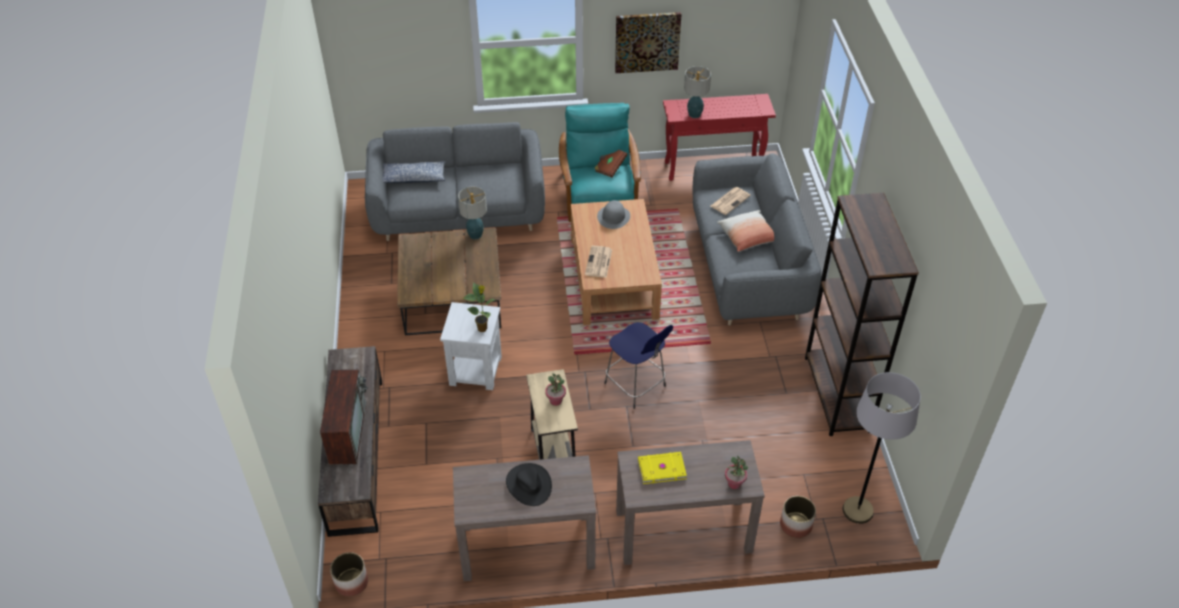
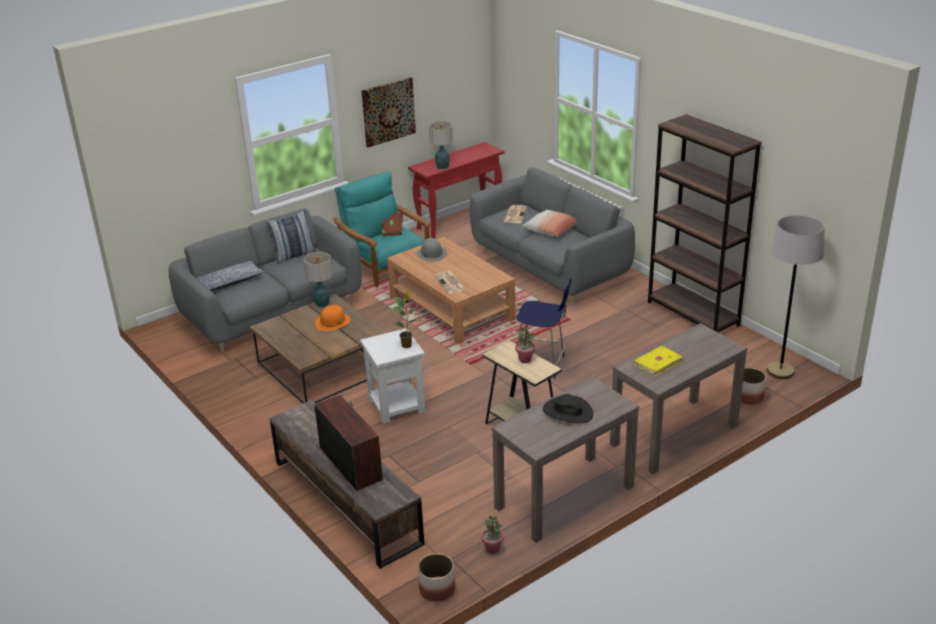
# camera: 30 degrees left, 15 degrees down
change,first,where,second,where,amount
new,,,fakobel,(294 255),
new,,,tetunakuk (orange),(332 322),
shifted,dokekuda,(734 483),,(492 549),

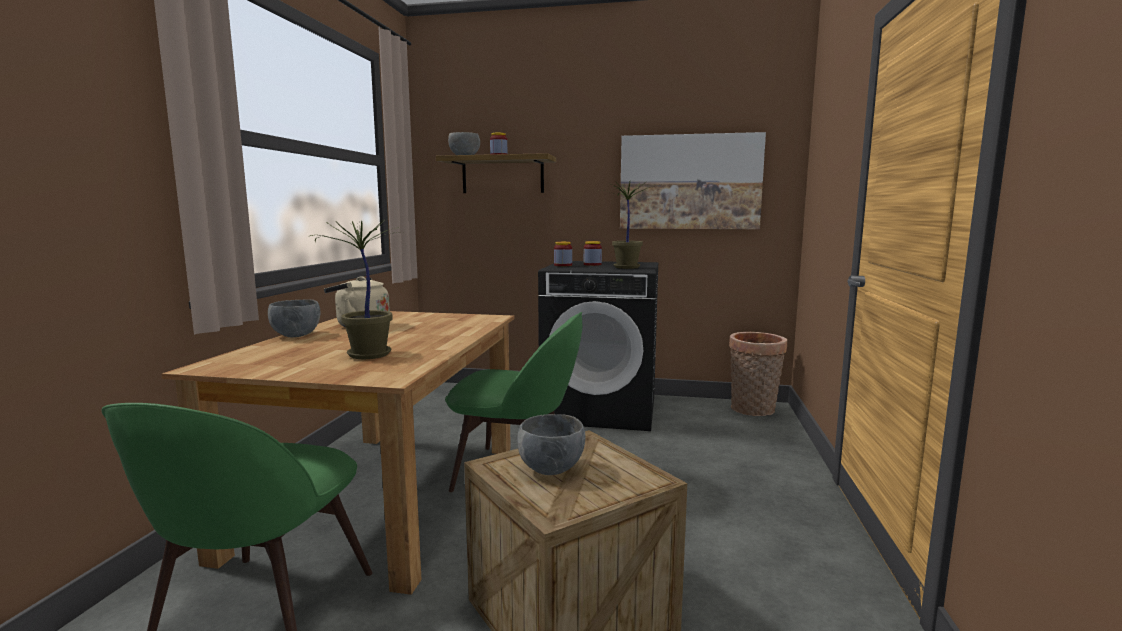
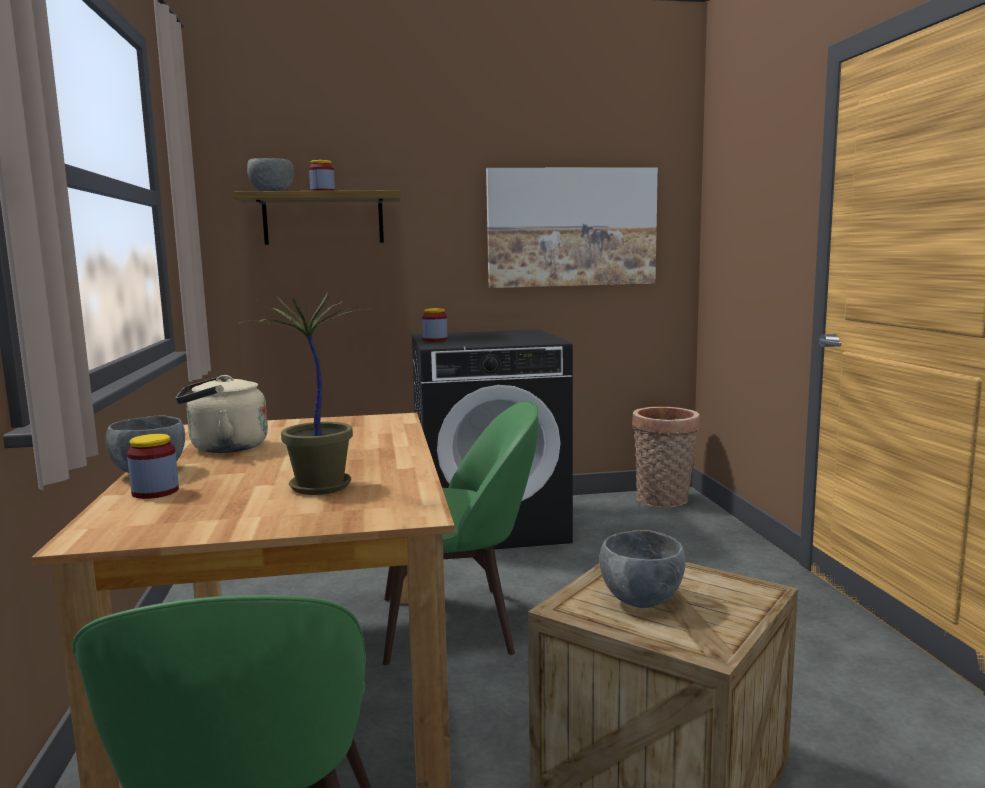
# camera: 20 degrees left, 0 degrees up
change,first,where,second,where,amount
shifted,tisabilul,(592 264),,(155 492),
gone,dokekuda,(625 267),,,

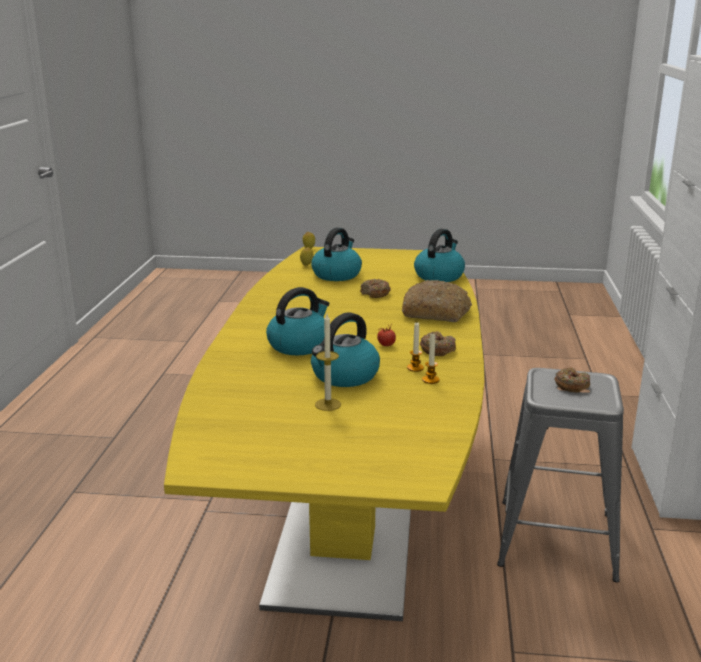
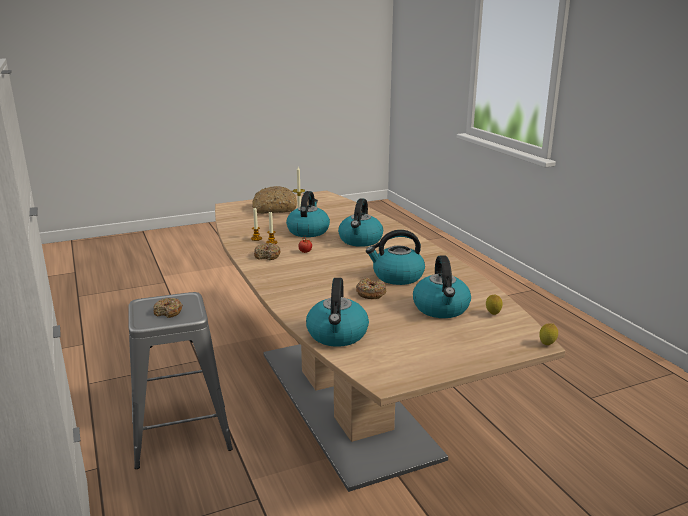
# camera: 150 degrees right, 0 degrees up
change,first,where,second,where,amount
repainted,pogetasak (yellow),(350 511),pogetasak (brown),(344 402),
shifted,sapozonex,(436 313),,(274 209),
new,,,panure,(397 277),

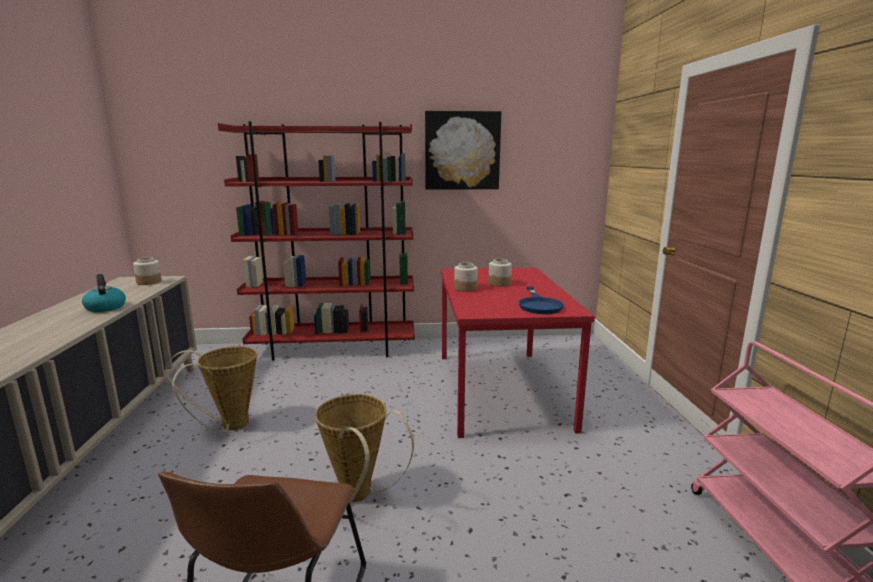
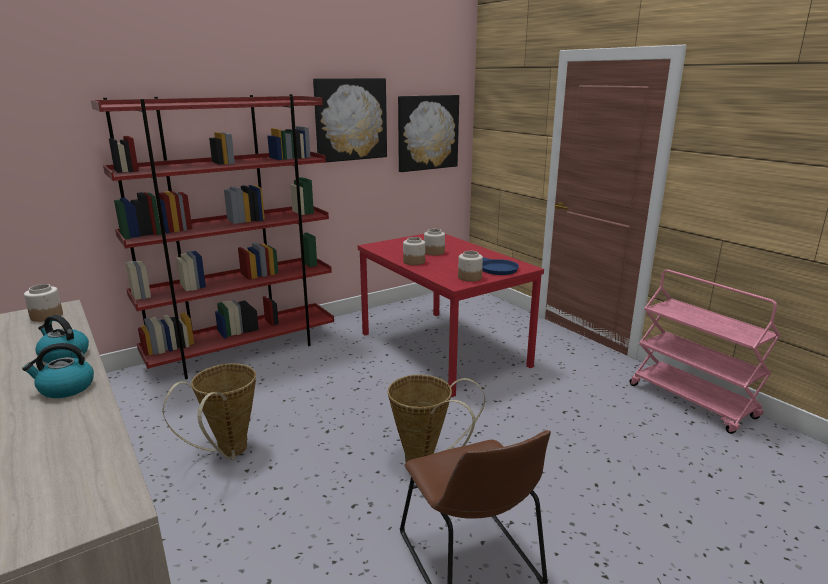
# camera: 30 degrees left, 5 degrees up
change,first,where,second,where,amount
new,,,panure,(65 388),
new,,,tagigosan,(427 132),
new,,,tisabilul,(470 277),

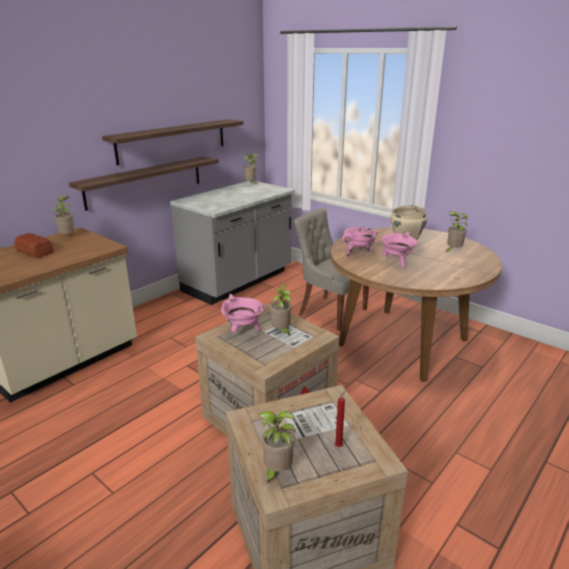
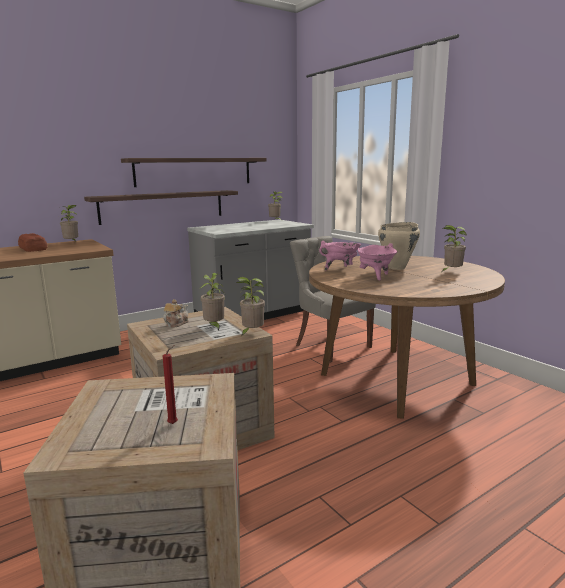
# camera: 15 degrees right, 10 degrees down
change,first,where,second,where,amount
swapped,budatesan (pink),(243 331),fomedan,(176 323),
shifted,dokekuda,(276 471),,(251 333),

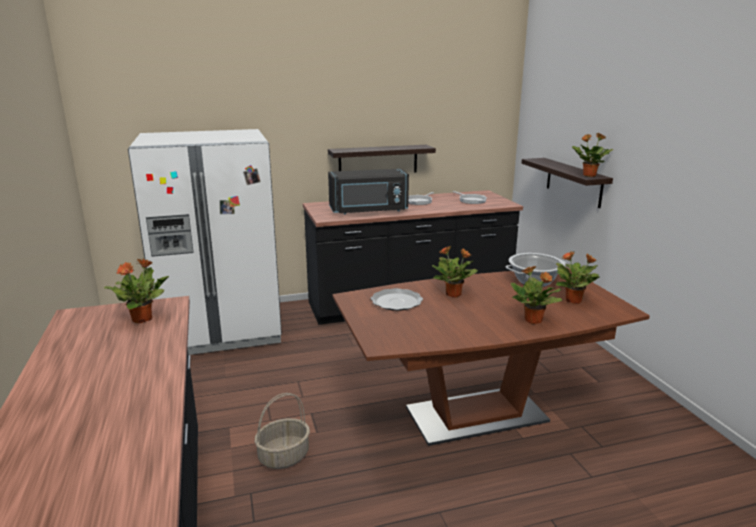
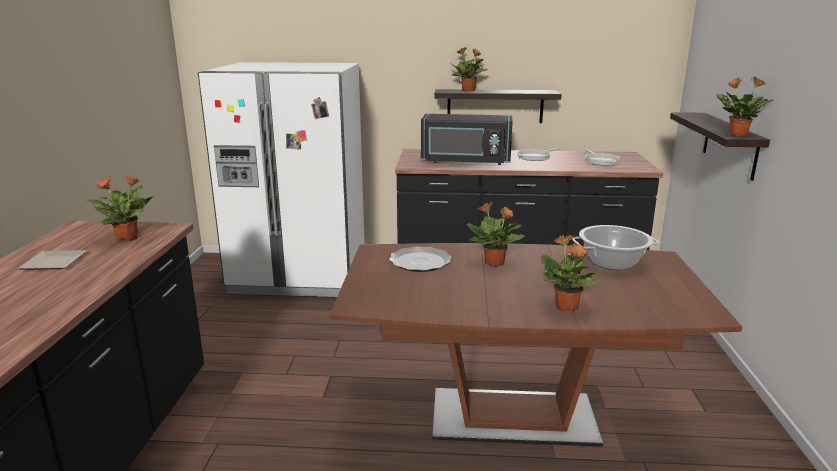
# camera: 20 degrees right, 0 degrees up
change,first,where,second,where,amount
new,,,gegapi,(51 263),
shifted,dokekuda,(574 301),,(468 91),
gone,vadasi,(284 456),,,

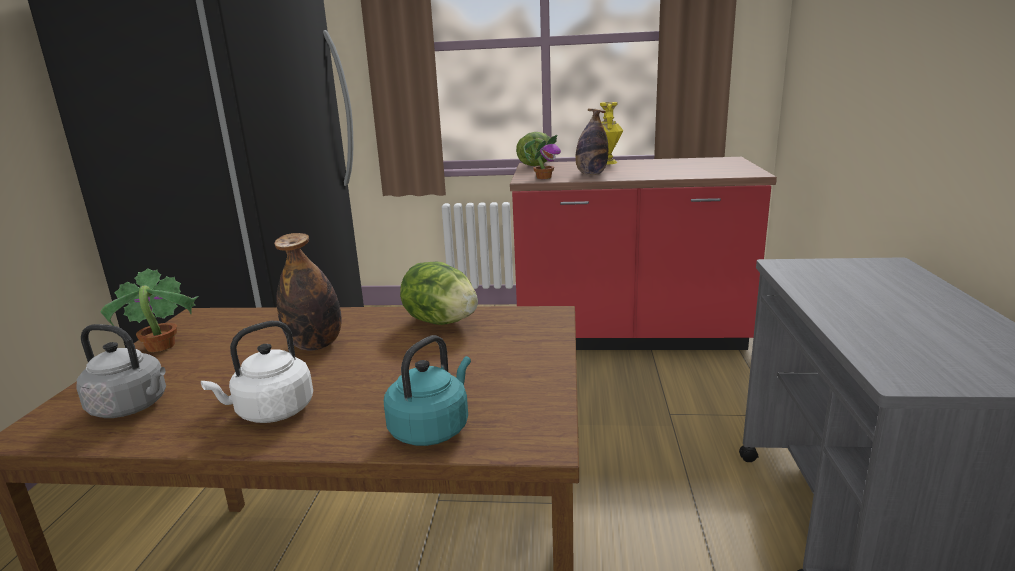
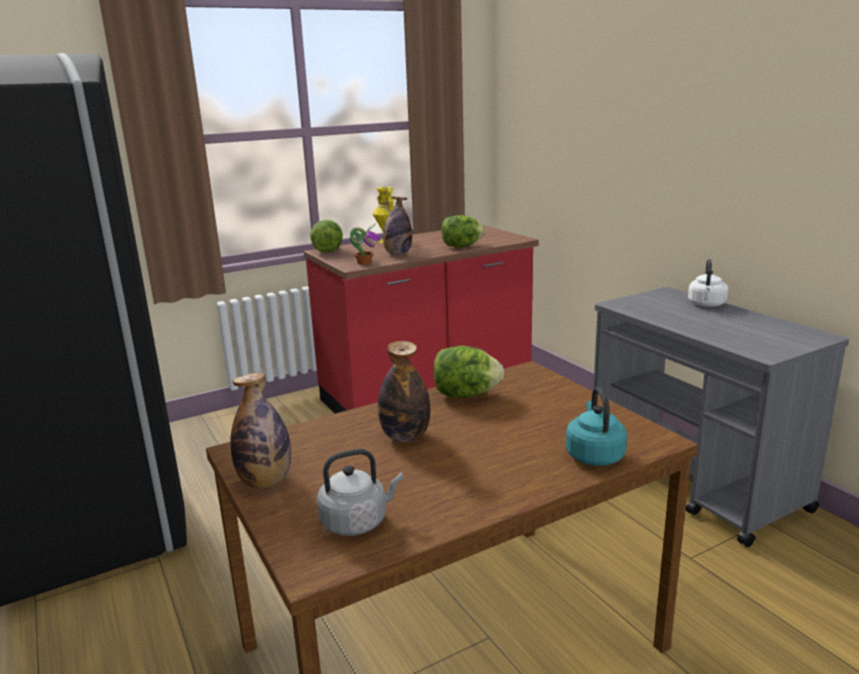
# camera: 35 degrees left, 0 degrees up
change,first,where,second,where,amount
swapped,dokekuda,(159 347),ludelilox,(265 481),
new,,,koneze,(461 246),
shifted,panure (white),(271 412),,(706 305),

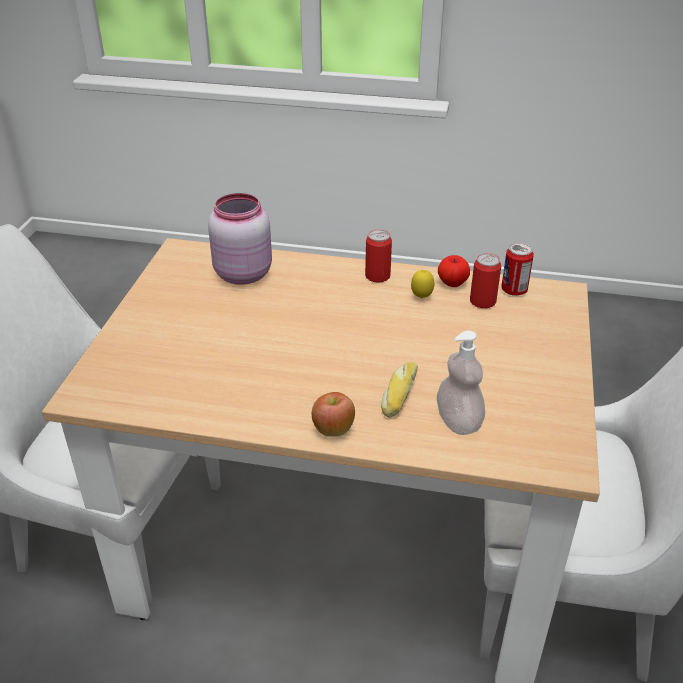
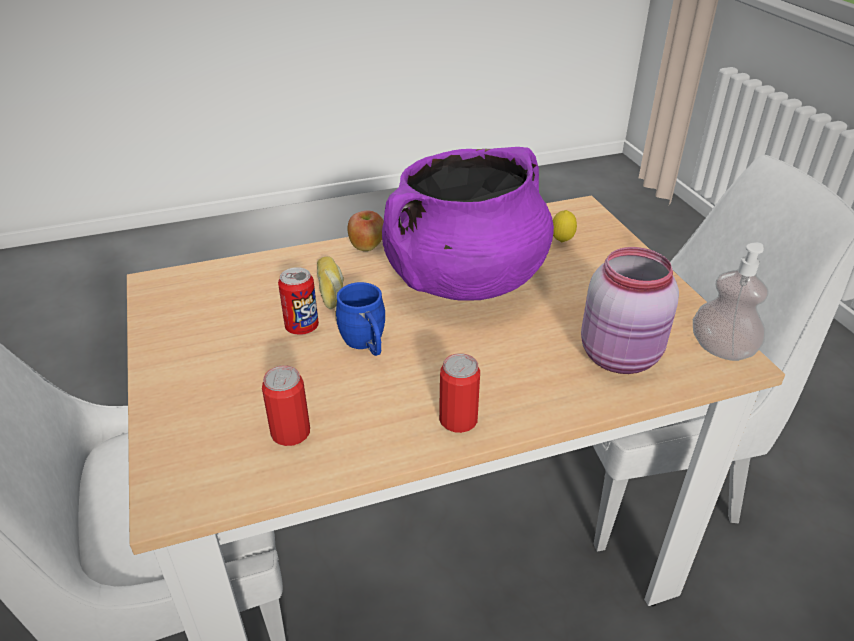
# camera: 150 degrees right, 0 degrees up
change,first,where,second,where,amount
shifted,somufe,(514 290),,(302 327),
new,,,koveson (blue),(366 344),
new,,,budatesan (purple),(464 280),
shifted,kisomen,(421 297),,(561 242),
shifted,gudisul,(458 422),,(721 349),
gone,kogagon,(452 283),,,

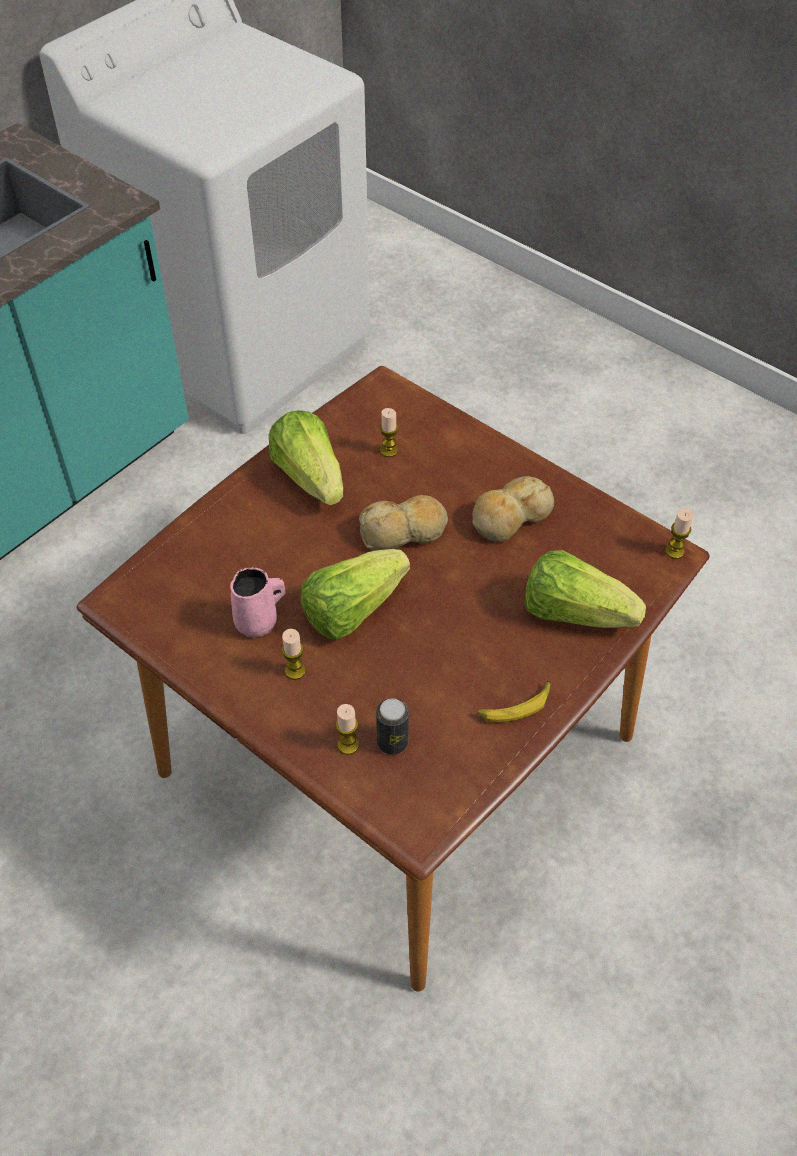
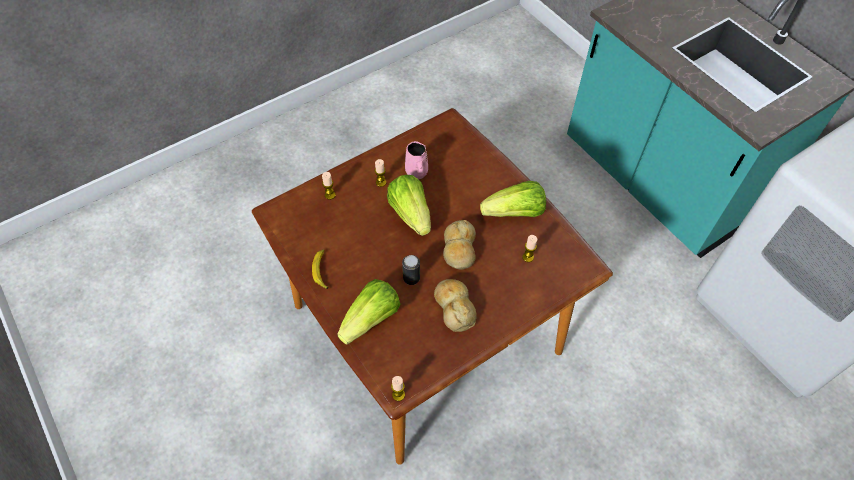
# camera: 105 degrees right, 5 degrees up
change,first,where,second,where,amount
shifted,somufe,(392 742),,(411 278),

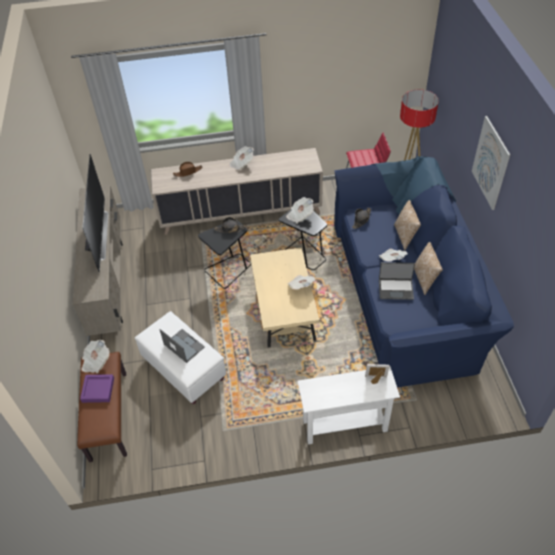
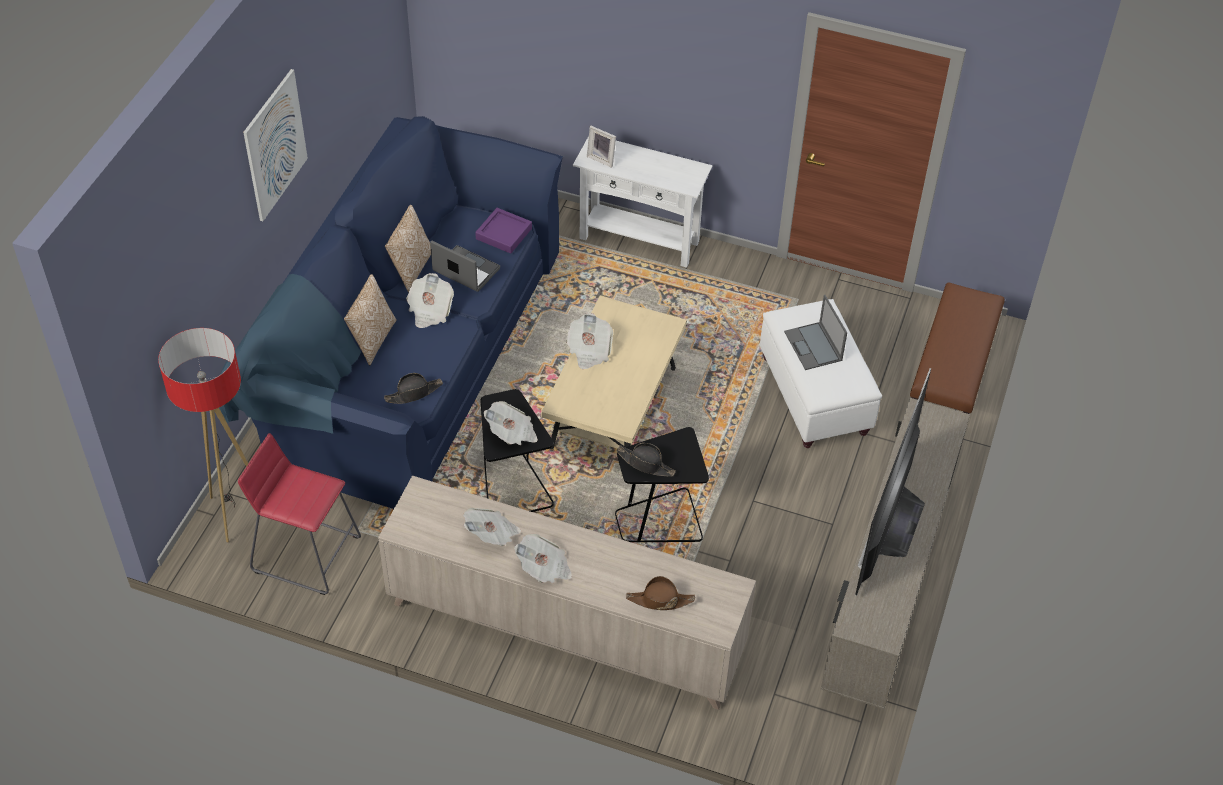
# camera: 155 degrees left, 0 degrees up
change,first,where,second,where,amount
shifted,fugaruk,(96 361),,(492 535),
shifted,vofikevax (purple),(98 390),,(504 234),

